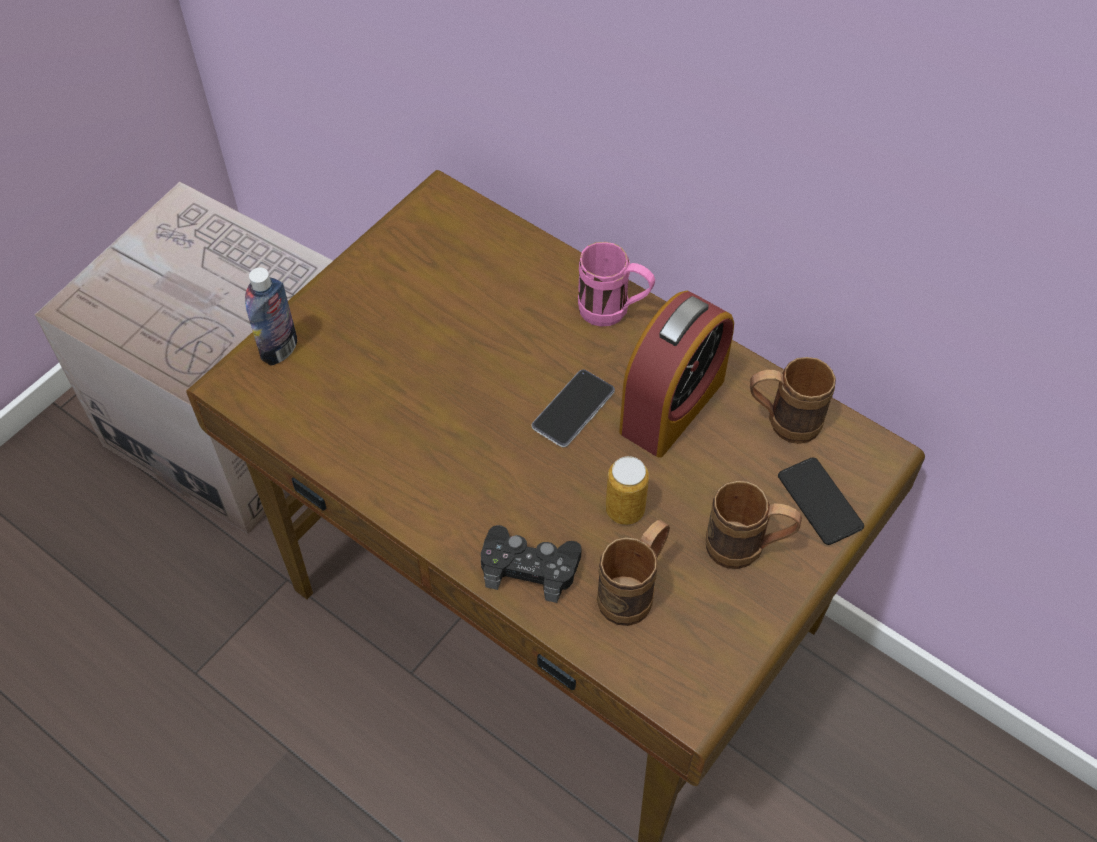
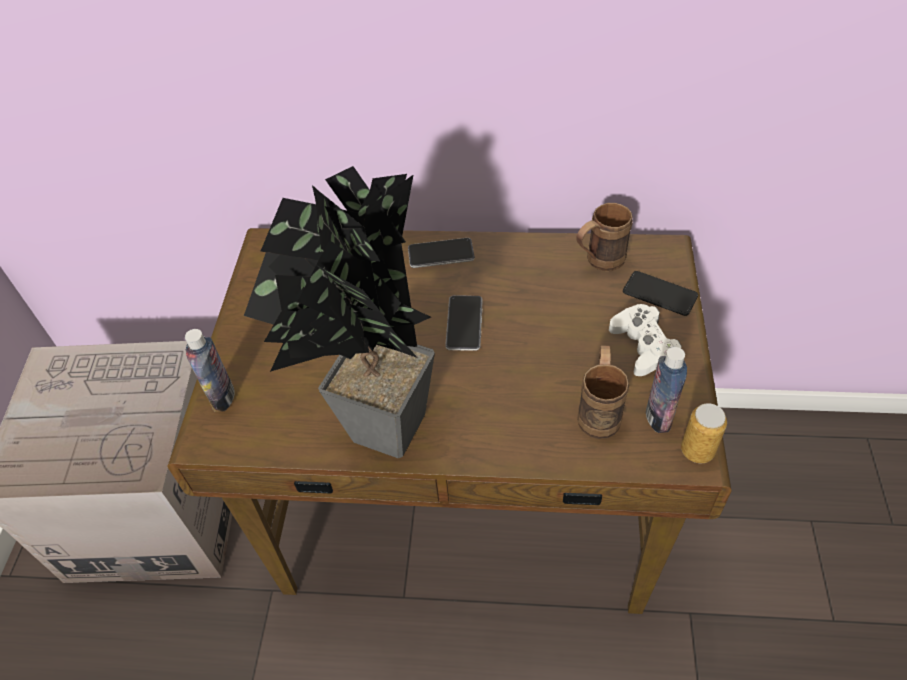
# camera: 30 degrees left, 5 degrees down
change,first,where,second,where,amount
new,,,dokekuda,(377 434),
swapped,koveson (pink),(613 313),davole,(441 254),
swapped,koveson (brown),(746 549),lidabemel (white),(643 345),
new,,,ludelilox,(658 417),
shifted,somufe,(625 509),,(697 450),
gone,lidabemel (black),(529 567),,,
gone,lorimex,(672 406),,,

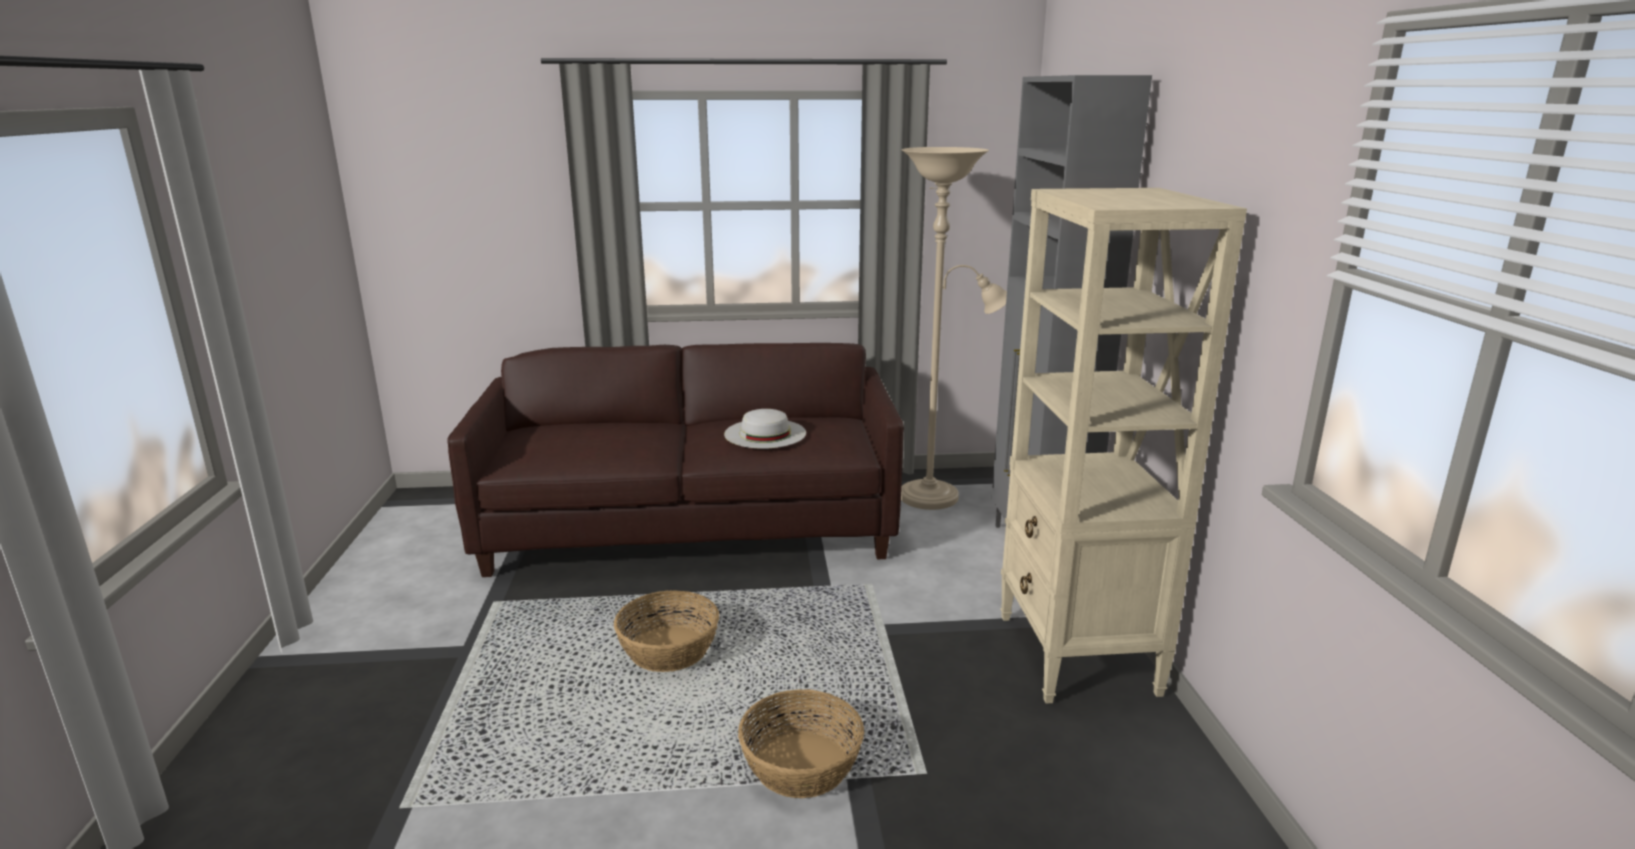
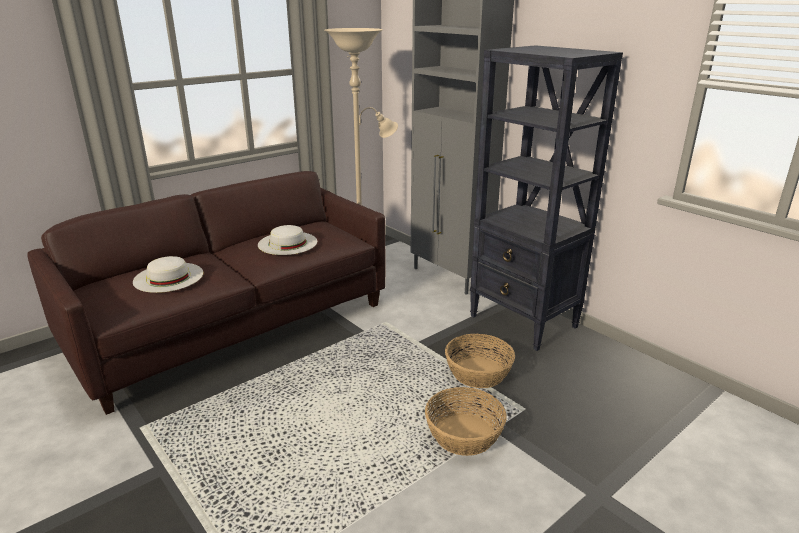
# camera: 35 degrees left, 5 degrees up
change,first,where,second,where,amount
new,,,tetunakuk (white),(168 277),
shifted,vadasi,(668 650),,(478 373),
repainted,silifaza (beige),(1077 655),silifaza (black),(524 322),

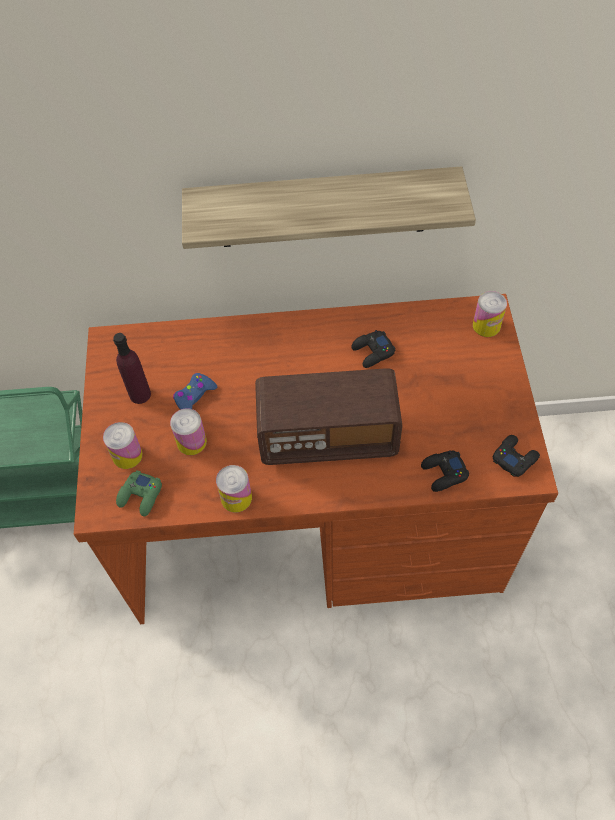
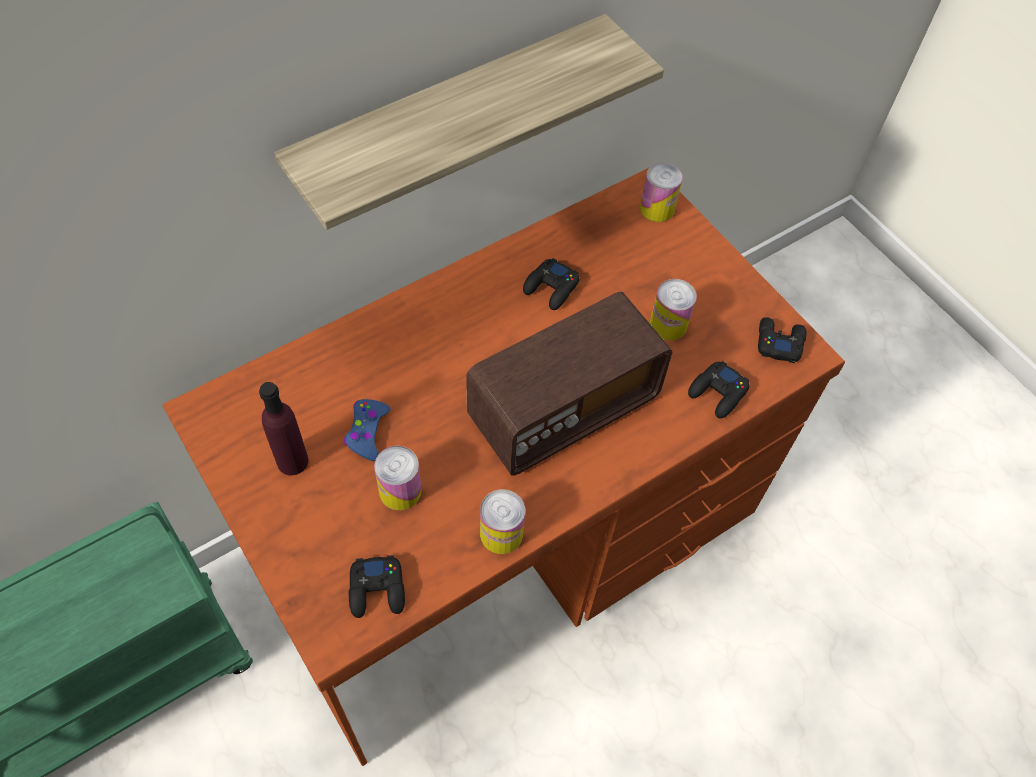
# camera: 35 degrees left, 0 degrees up
change,first,where,second,where,amount
repainted,lidabemel (green),(141 496),lidabemel (black),(377 590),
shifted,somufe,(127 455),,(668 324),

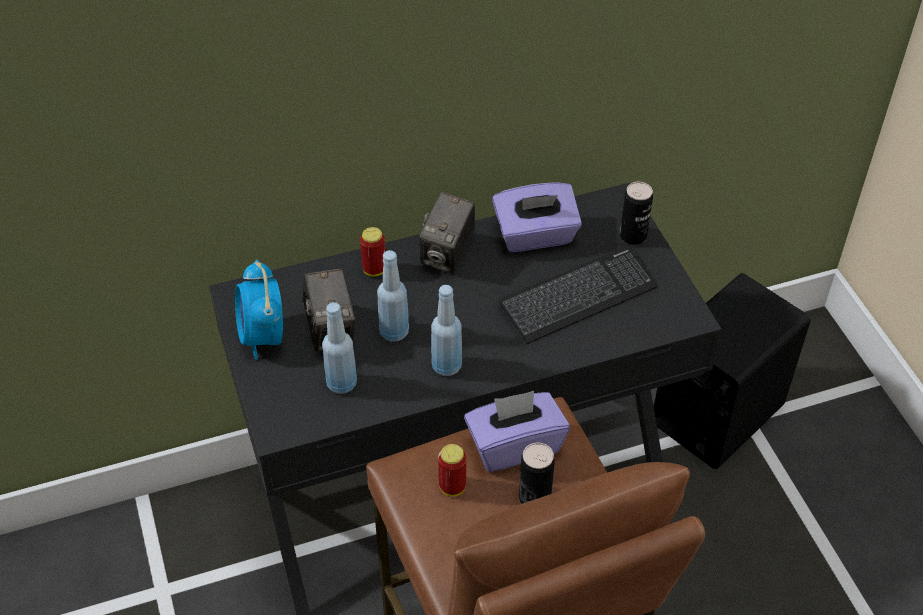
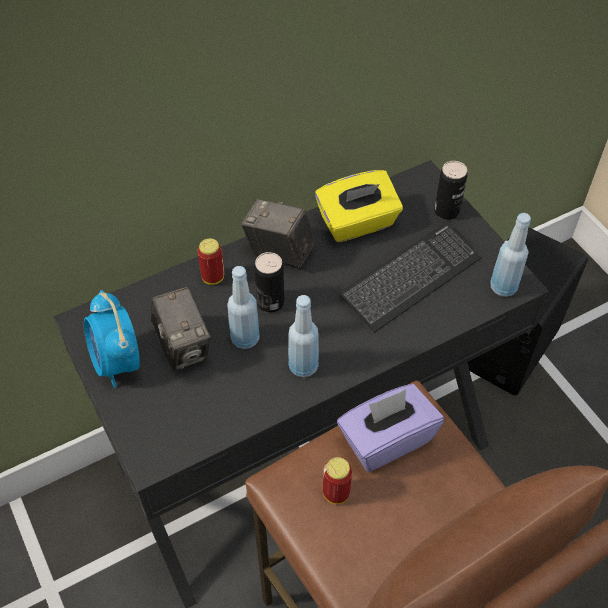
# camera: 10 degrees left, 5 degrees up
change,first,where,second,where,amount
rotated,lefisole,(447 254),,(279 252),105 degrees clockwise
shifted,somufe,(534 498),,(270 302),
repainted,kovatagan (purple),(535 236),kovatagan (yellow),(357 223),
shifted,ludelilox (blue),(341 383),,(503 287),

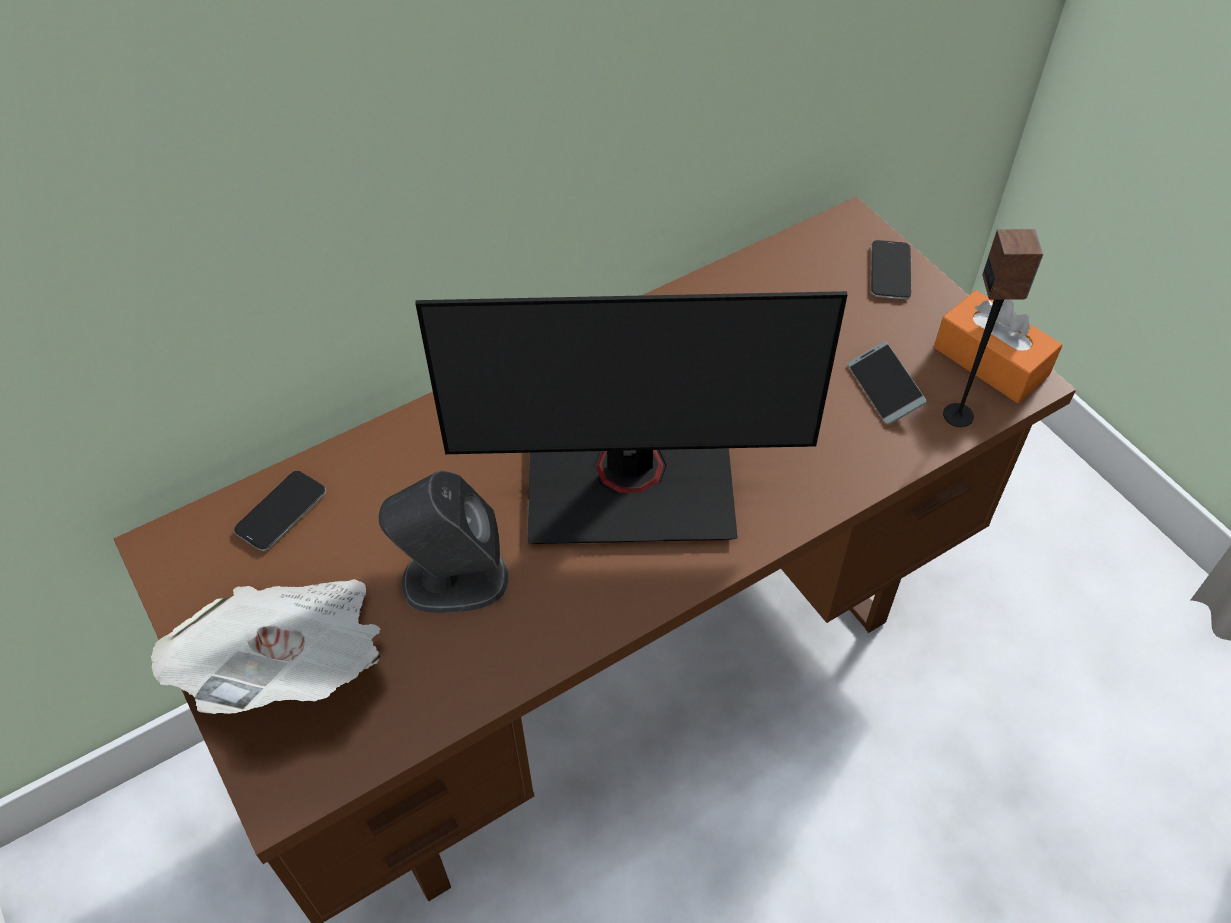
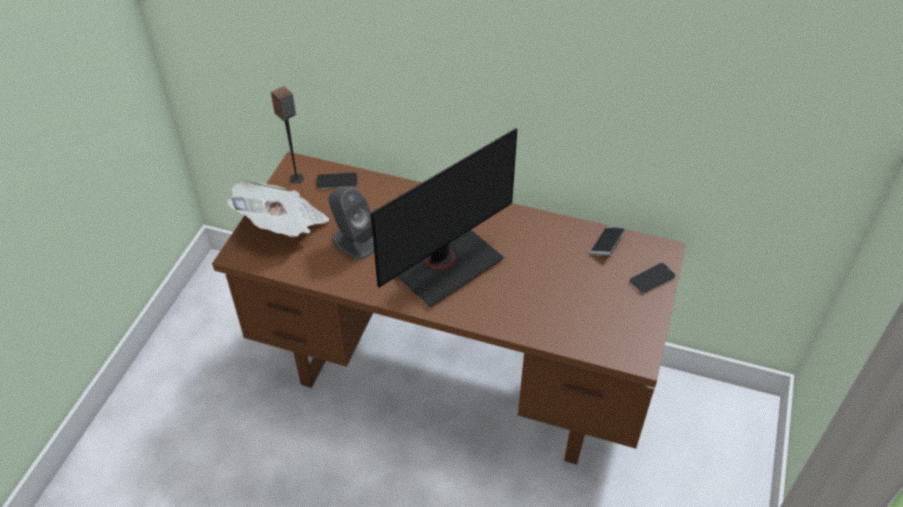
# camera: 50 degrees right, 5 degrees down
change,first,where,second,where,amount
shifted,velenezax,(959 415),,(296 179),
rotated,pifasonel,(630 484),,(444 263),90 degrees counterclockwise
shifted,davole,(884 389),,(607 244),
gone,kovatagan (orange),(991 361),,,

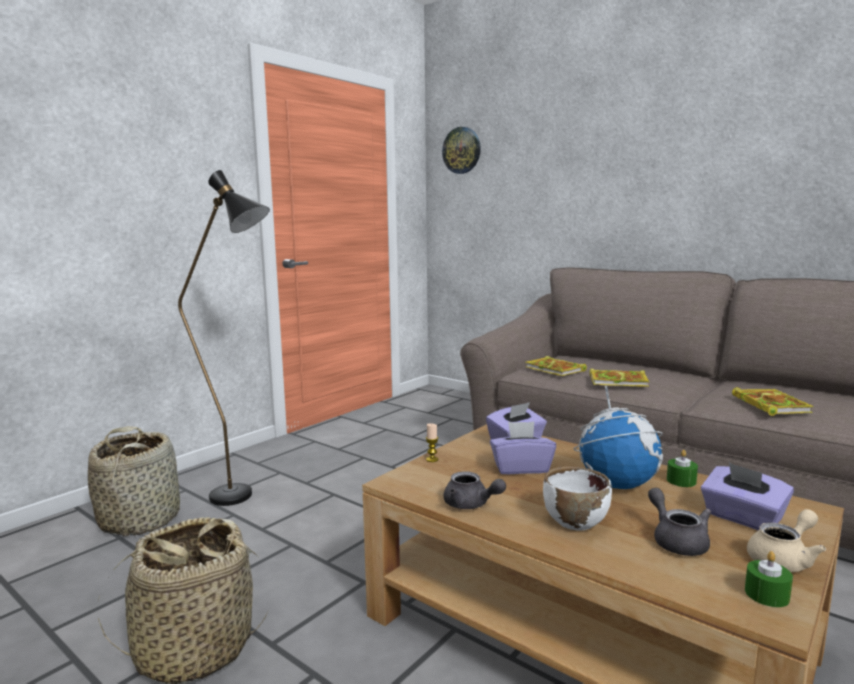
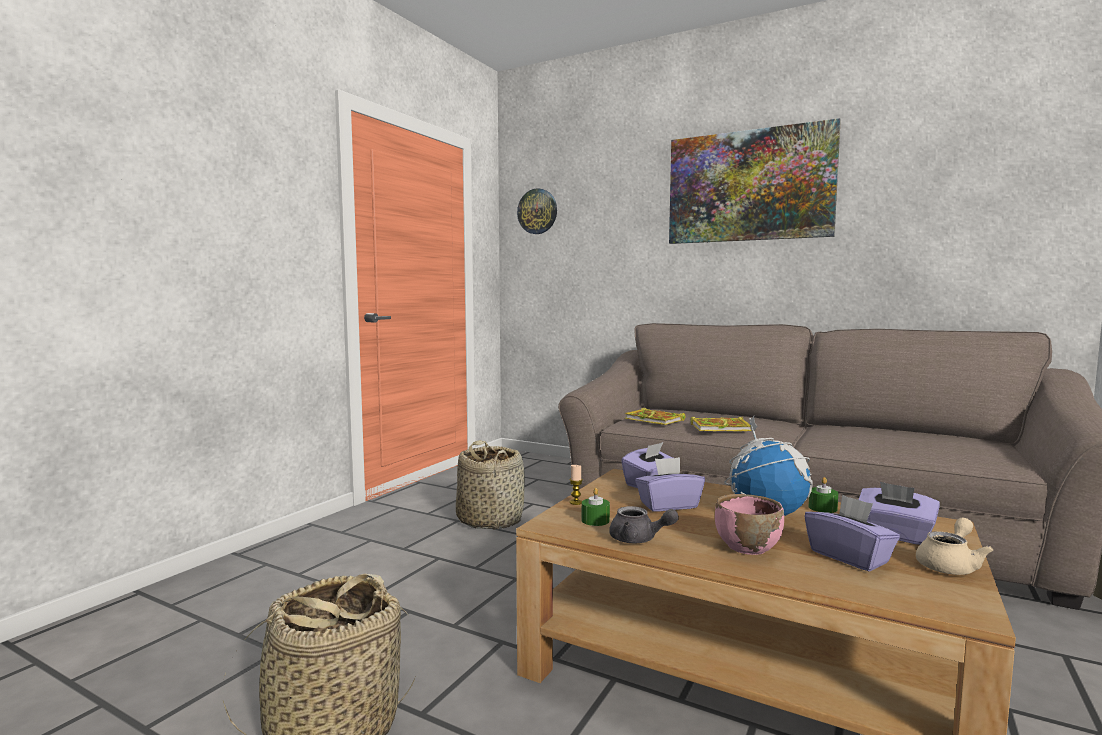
# camera: 10 degrees left, 5 degrees down
change,first,where,second,where,amount
shifted,vadasi,(140 519),,(490 520),
shifted,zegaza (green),(766 594),,(595 520),
new,,,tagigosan,(749 186),
repainted,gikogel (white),(574 521),gikogel (pink),(747 547),
swapped,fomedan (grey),(676 540),kovatagan (purple),(849 557),
gone,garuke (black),(244 498),,,
gone,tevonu,(769 405),,,

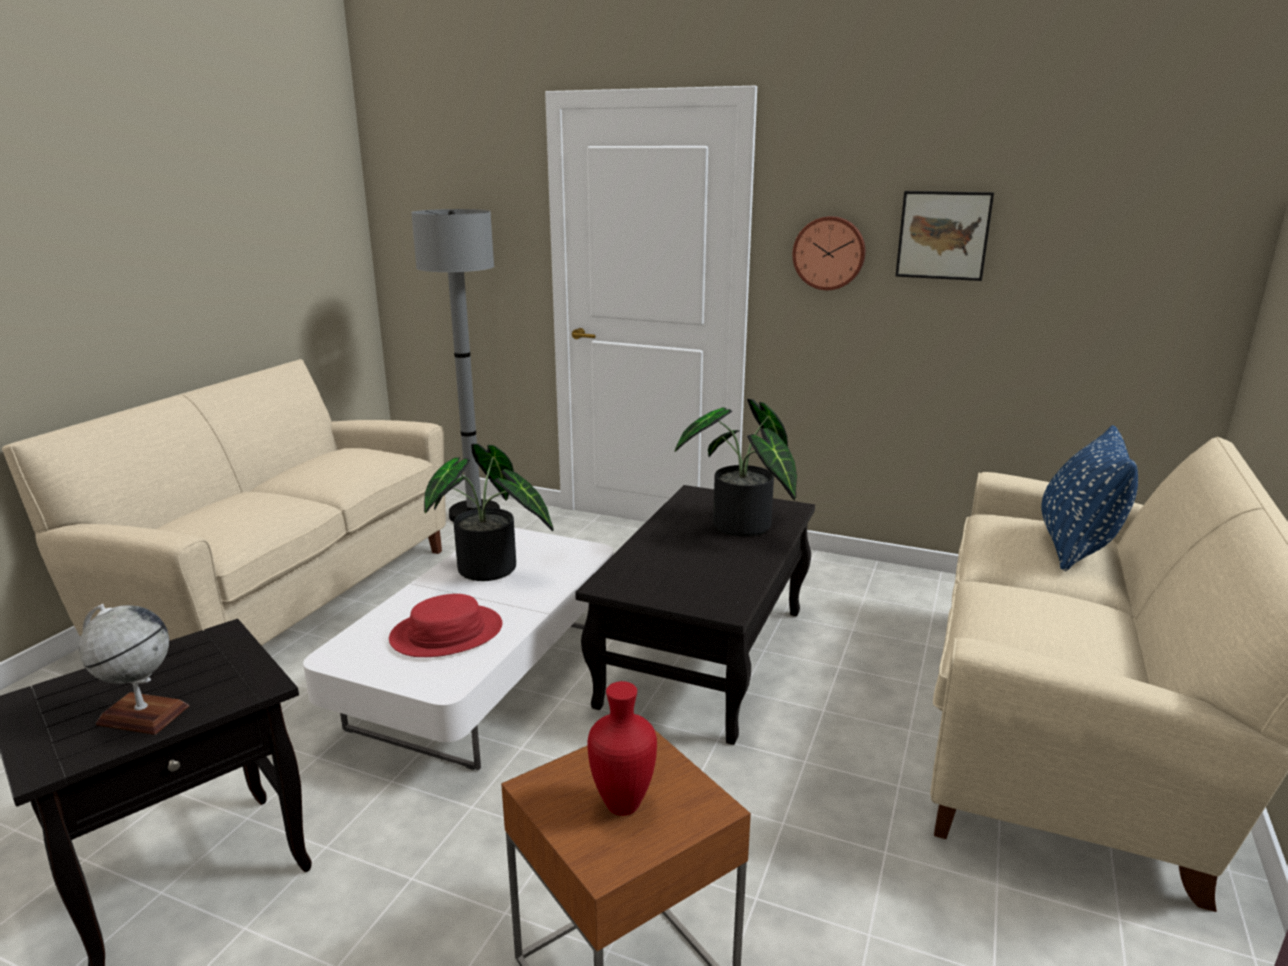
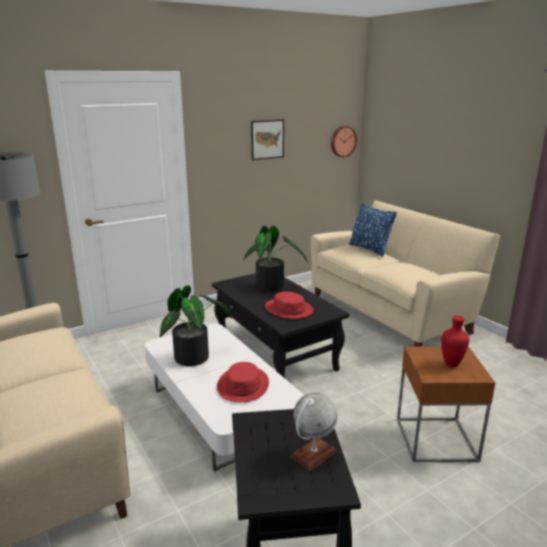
# camera: 55 degrees left, 0 degrees up
change,first,where,second,where,amount
new,,,tetunakuk (red),(289 309),
shifted,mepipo,(829 253),,(342 141),

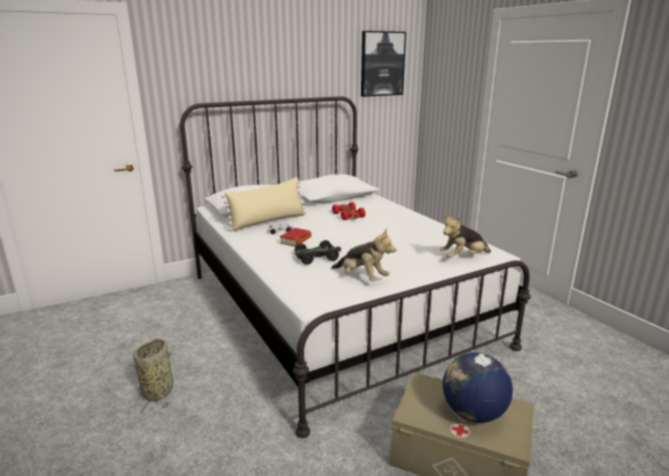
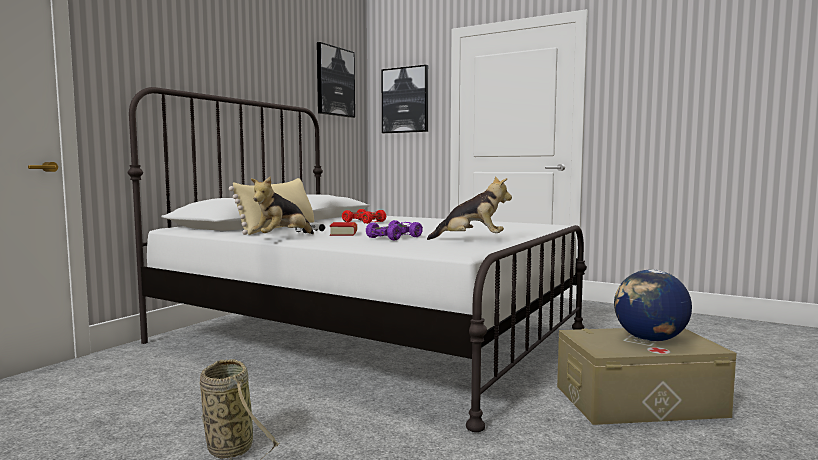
# camera: 30 degrees left, 15 degrees down
change,first,where,second,where,amount
shifted,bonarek,(463 257),,(282 238),
repainted,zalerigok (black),(317 257),zalerigok (purple),(395 237),
new,,,tagigosan,(405 100),

